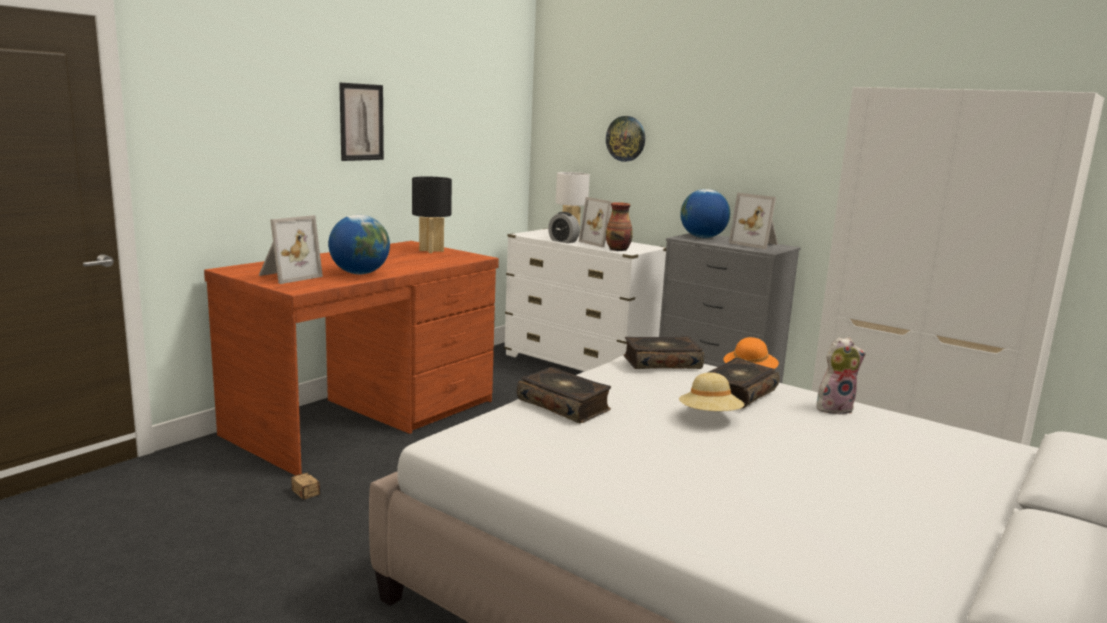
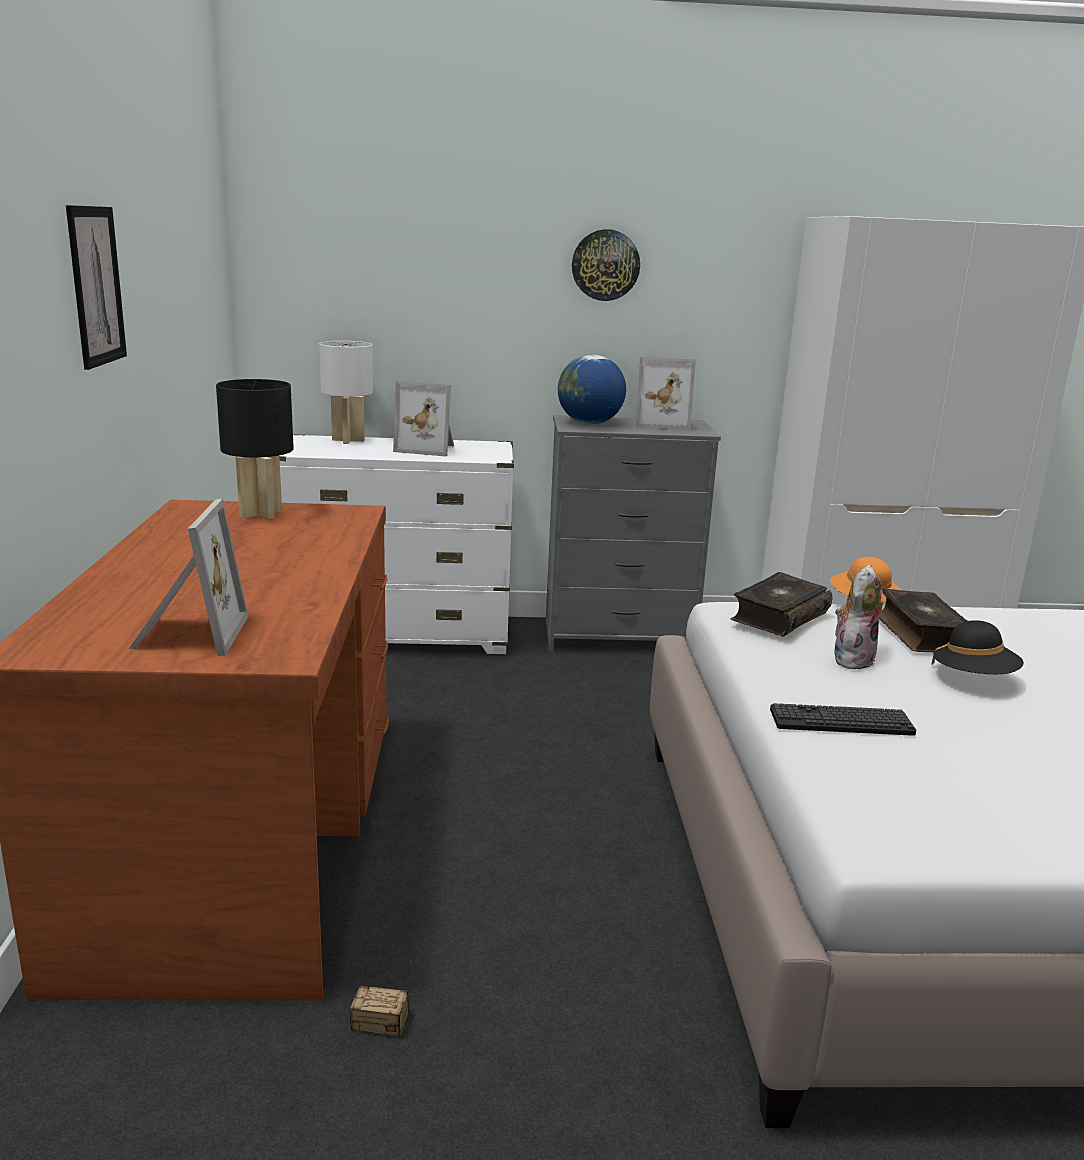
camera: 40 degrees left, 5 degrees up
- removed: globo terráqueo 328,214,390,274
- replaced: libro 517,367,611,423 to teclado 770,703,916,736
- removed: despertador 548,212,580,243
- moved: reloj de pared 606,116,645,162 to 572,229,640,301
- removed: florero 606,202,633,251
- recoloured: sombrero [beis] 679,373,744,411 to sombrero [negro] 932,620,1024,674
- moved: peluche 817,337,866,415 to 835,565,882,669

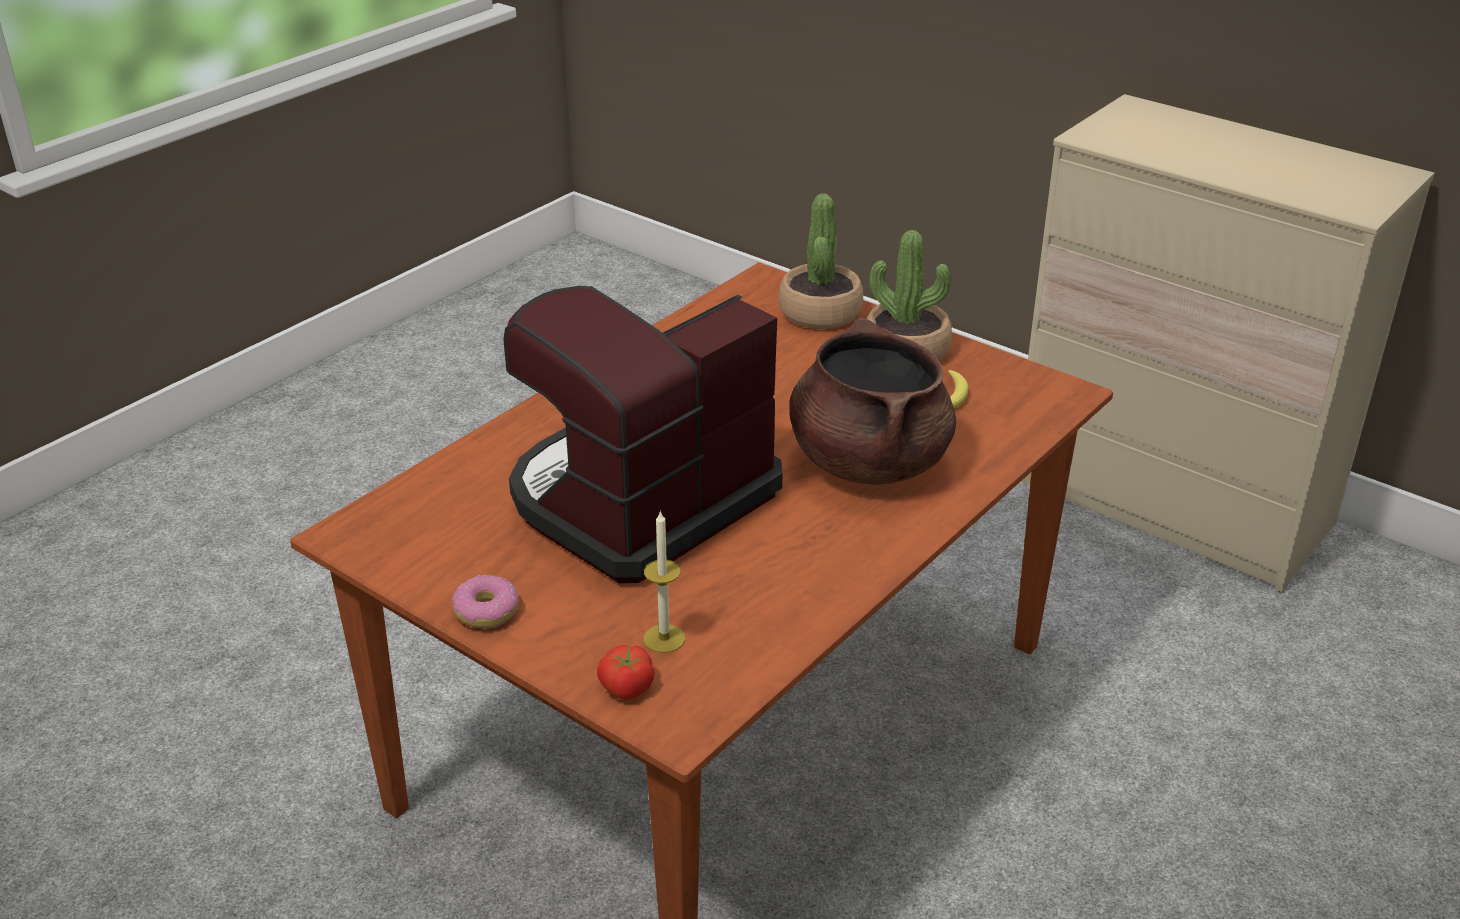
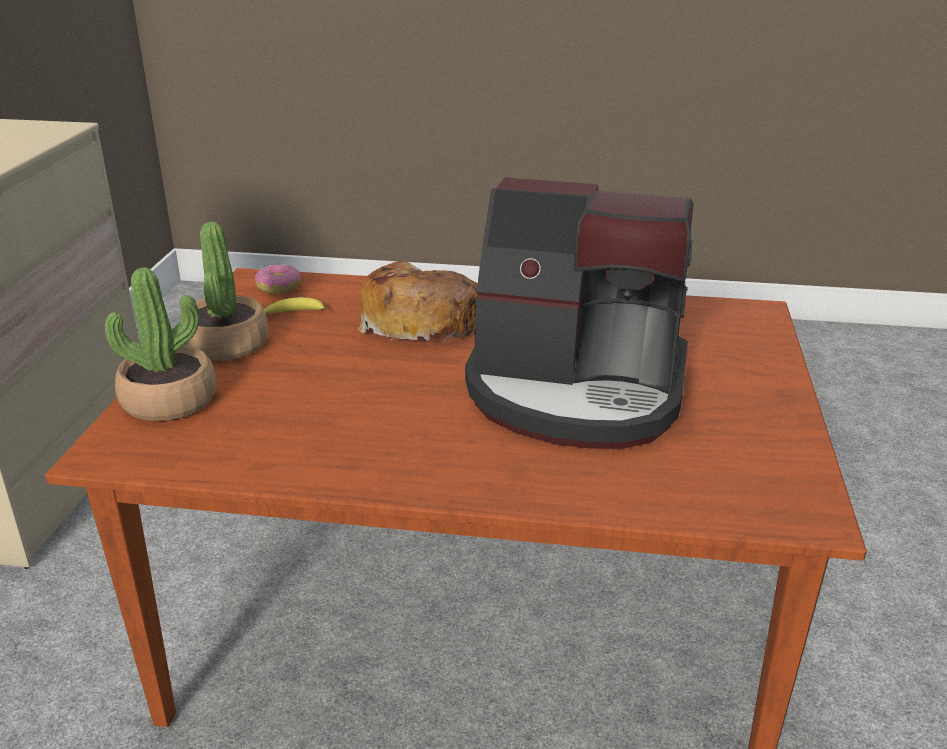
camera: 120 degrees left, 5 degrees down
- moved: rosquilla 452,575,519,629 to 255,264,301,294
- removed: tomate 597,645,655,700
- removed: vela 643,510,685,653
- replaced: olla [marrón] 789,318,956,485 to pan 358,261,479,344

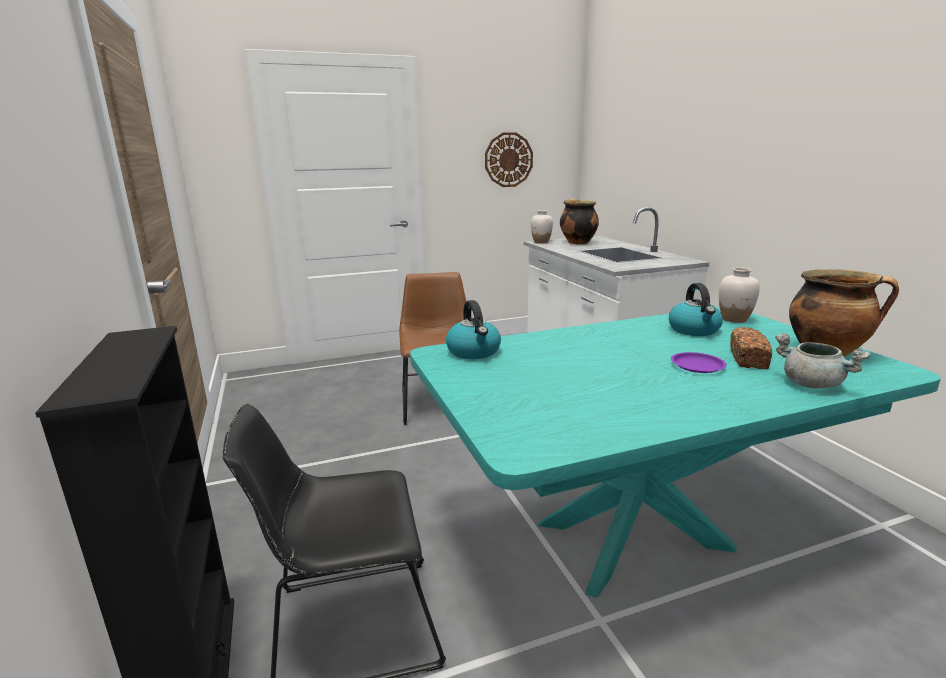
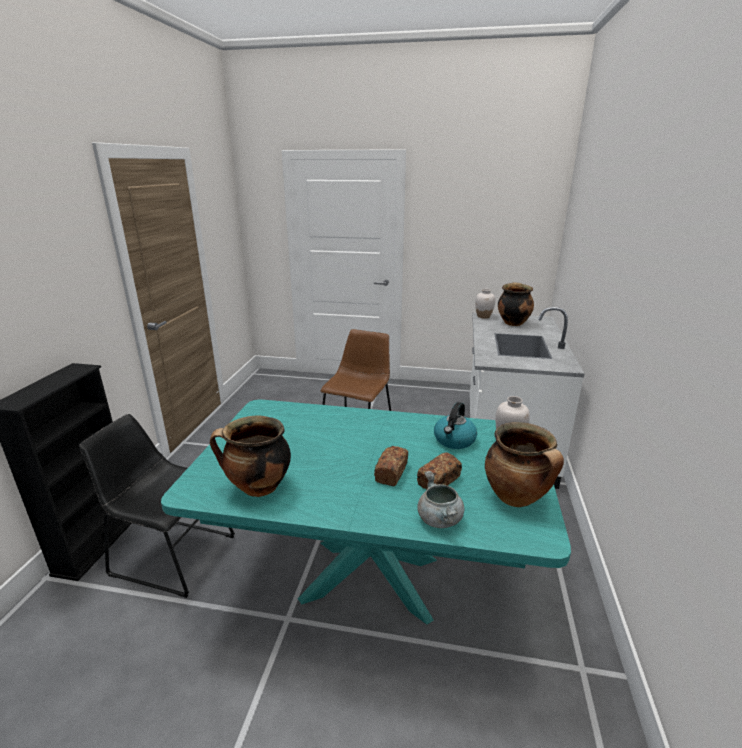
camera: 30 degrees right, 5 degrees up
- removed: hervidor 446,300,501,359
- removed: reloj de pared 485,132,533,187
- replaced: plato [morado] 671,352,727,373 to pan 374,446,408,486
- added: olla 210,415,291,497

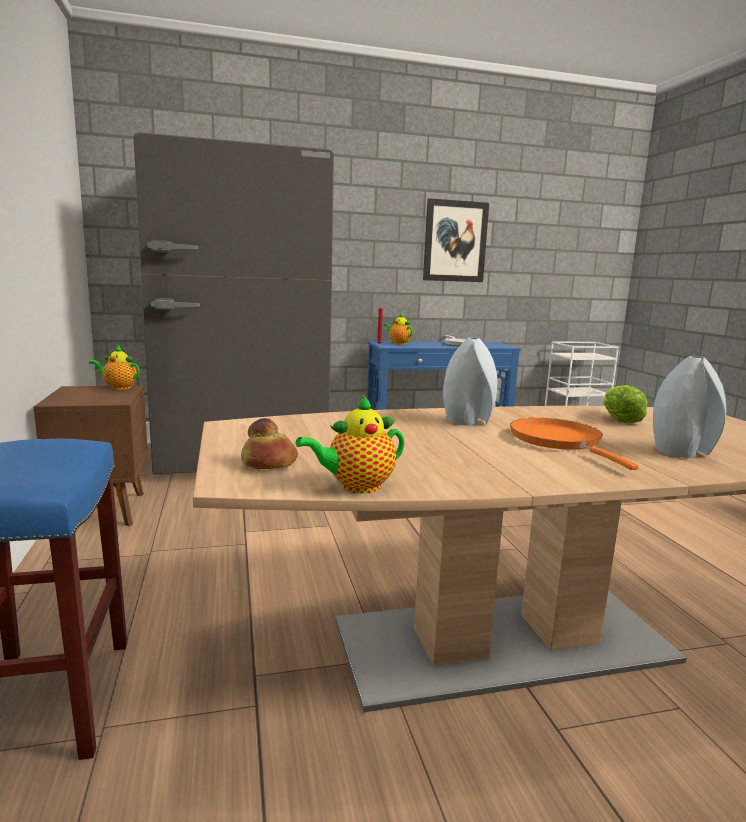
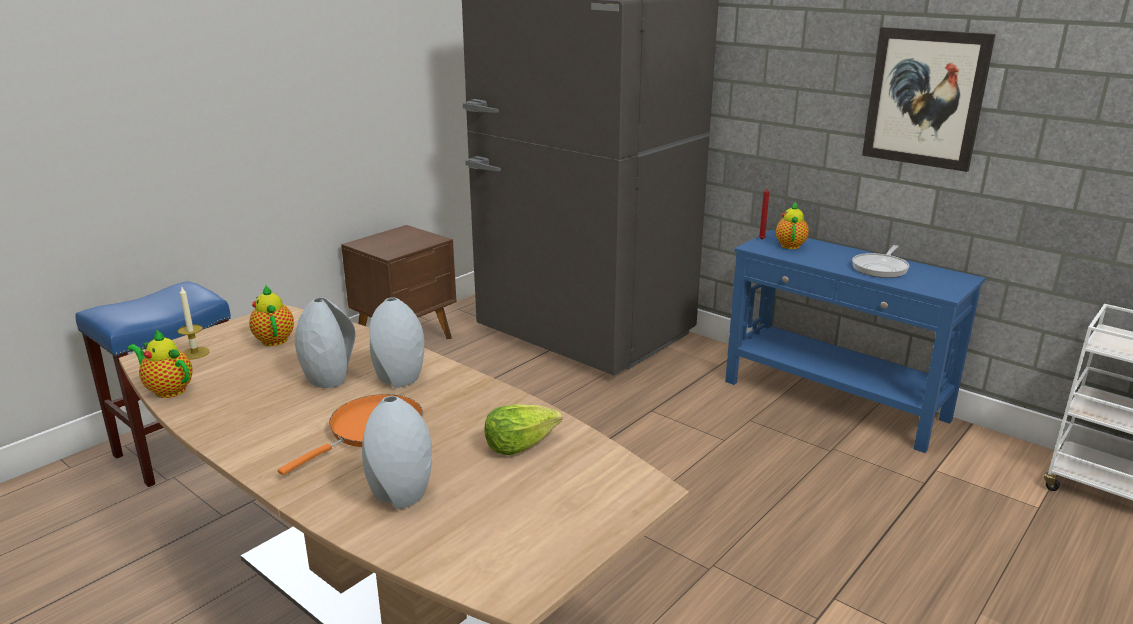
camera: 55 degrees right, 10 degrees up
- moved: tetera 89,345,140,390 to 249,285,294,346
- replaced: pan 241,418,298,469 to vela 178,287,209,360
- added: florero [gris] 295,298,355,388

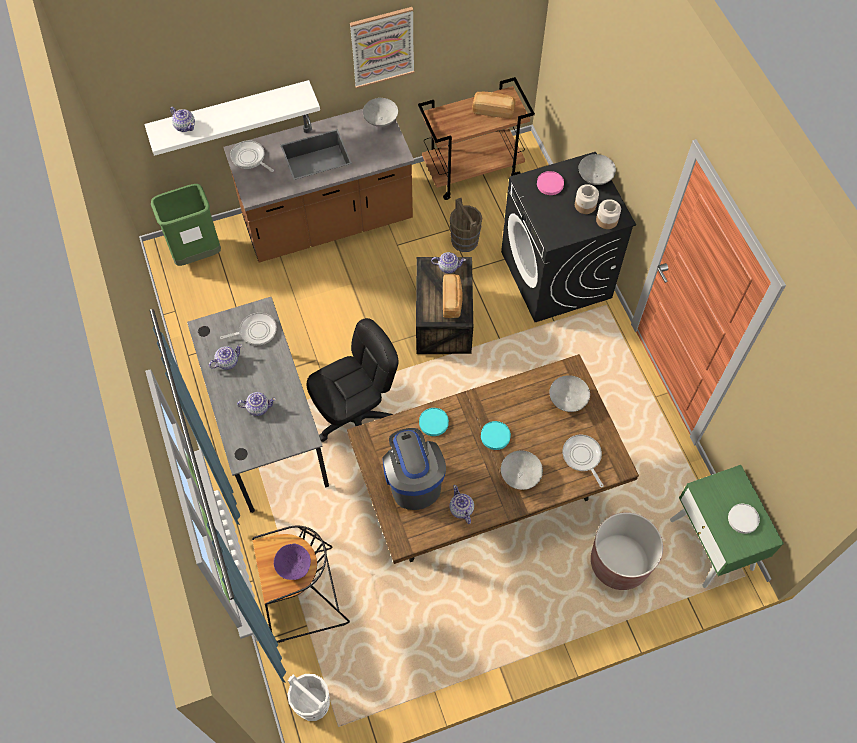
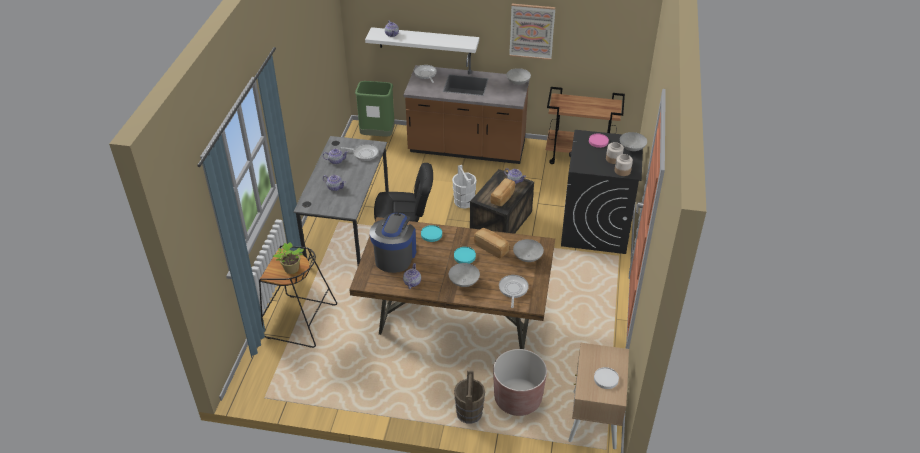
camera: 30 degrees right, 20 degrees down
- replaced: cuenco [morado] 274,544,311,580 to planta en maceta 273,242,304,274
- moved: cubo [blanco] 287,674,330,721 to 452,165,477,209
- moved: cubo [marrón] 450,198,482,252 to 454,371,485,424
- moved: pan 472,92,515,119 to 474,228,509,259
- recoloured: mesita de noche [verde] 670,465,784,588 to mesita de noche [beis] 568,343,629,450

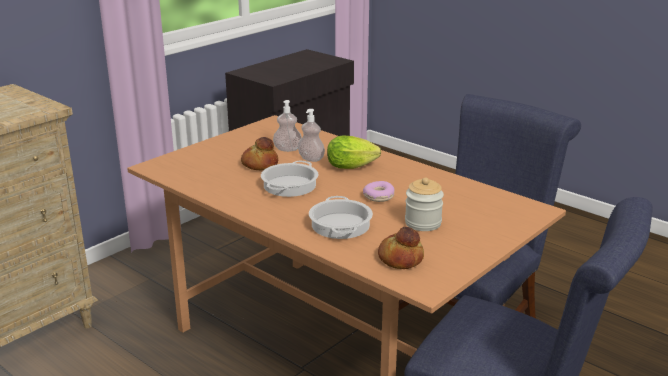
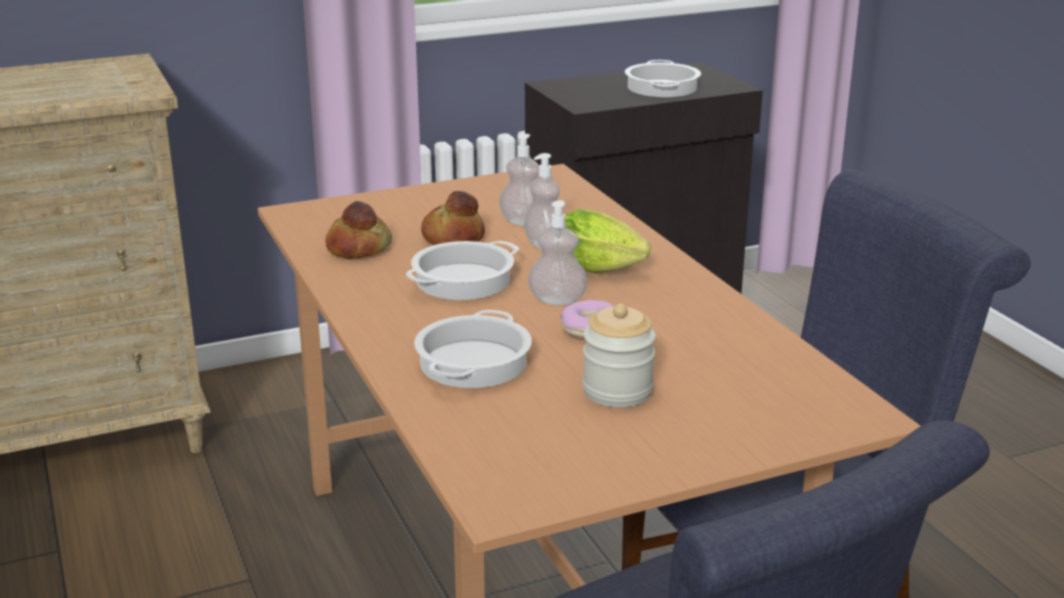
camera: 25 degrees right, 0 degrees up
- moved: pan 378,227,424,269 to 326,201,392,259
- added: dispensador de jabón 528,200,587,305
- added: olla 625,60,701,97

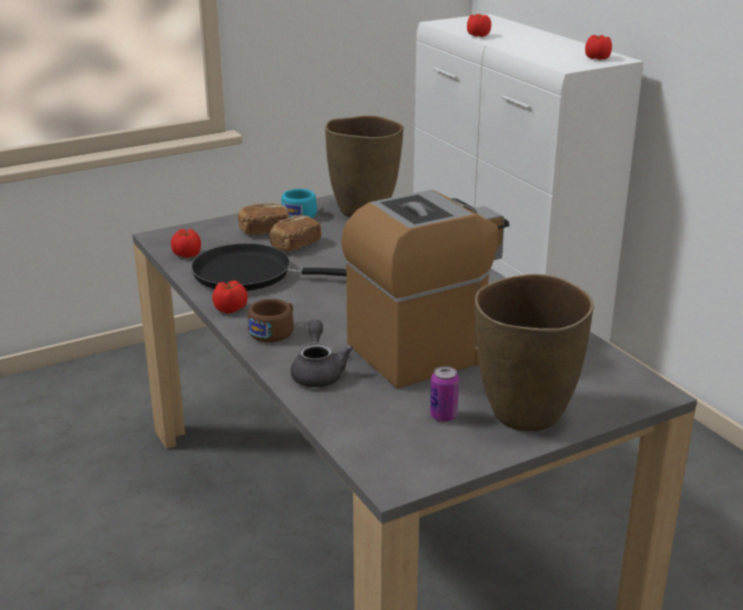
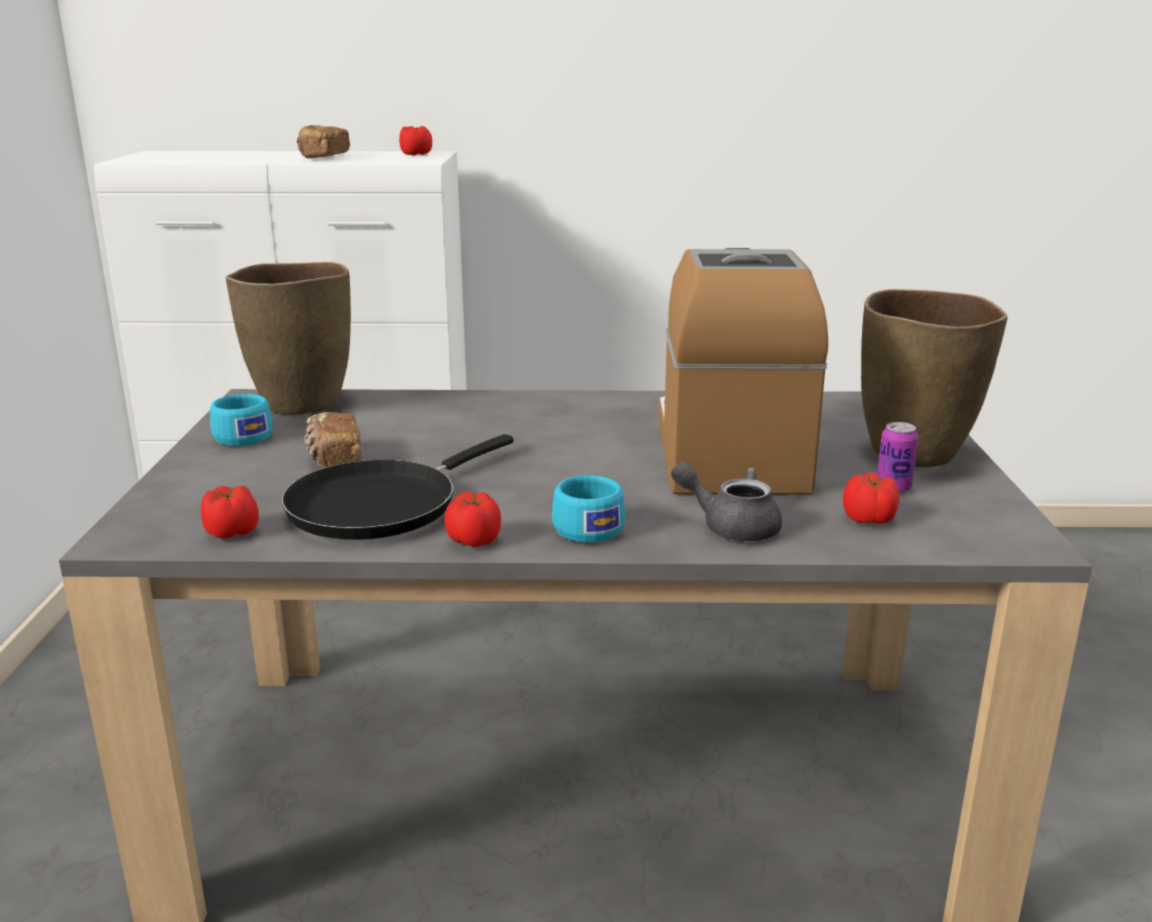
camera: 60 degrees left, 5 degrees down
- moved: pan 238,203,289,234 to 297,125,350,158
- recoloured: taza [marrón] 248,299,294,342 to taza [turquesa] 552,475,625,543
- moved: tomate 467,14,491,37 to 843,473,899,524

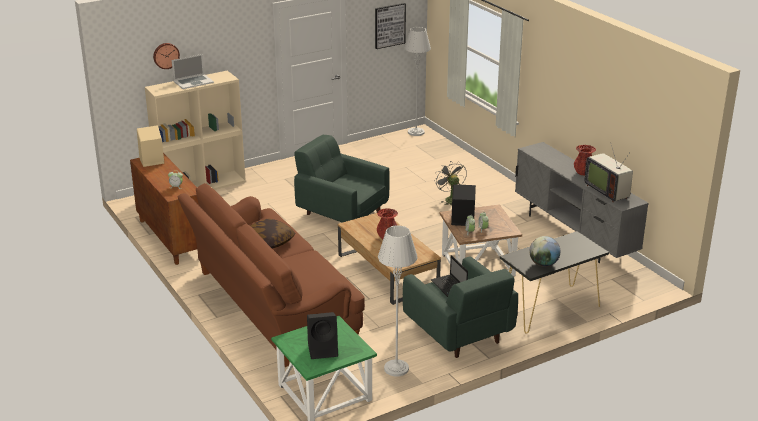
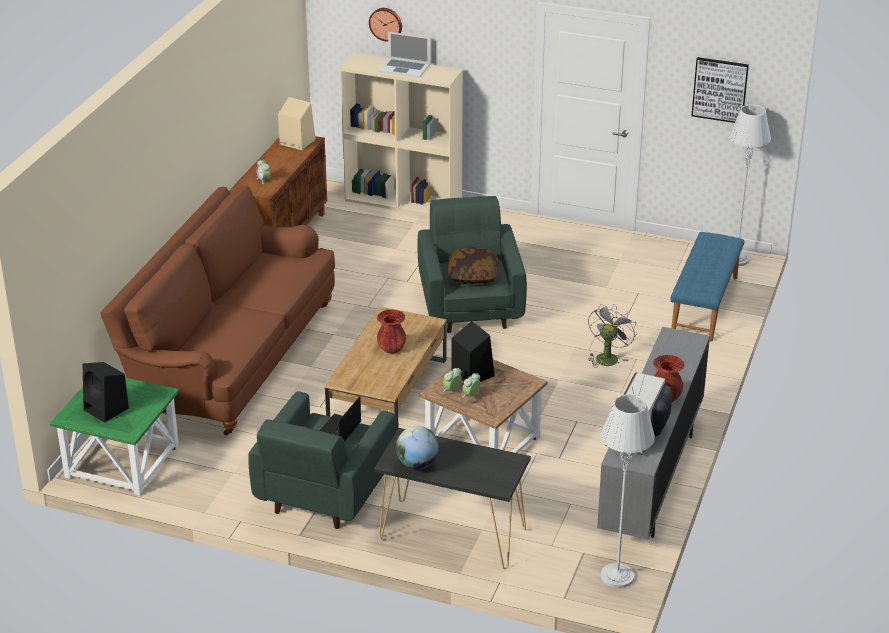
camera: 50 degrees right, 5 degrees up
- moved: cojín 251,219,296,249 to 448,247,499,284
- moved: lámpara de pie [gris] 378,225,418,377 to 601,394,655,588
- added: banco [azul] 670,232,745,342

